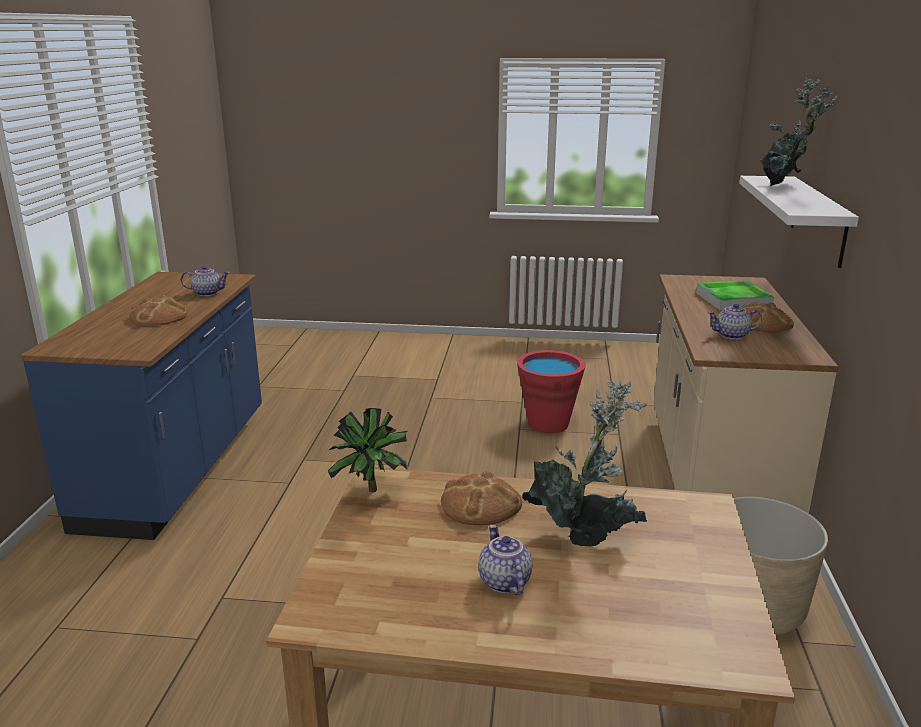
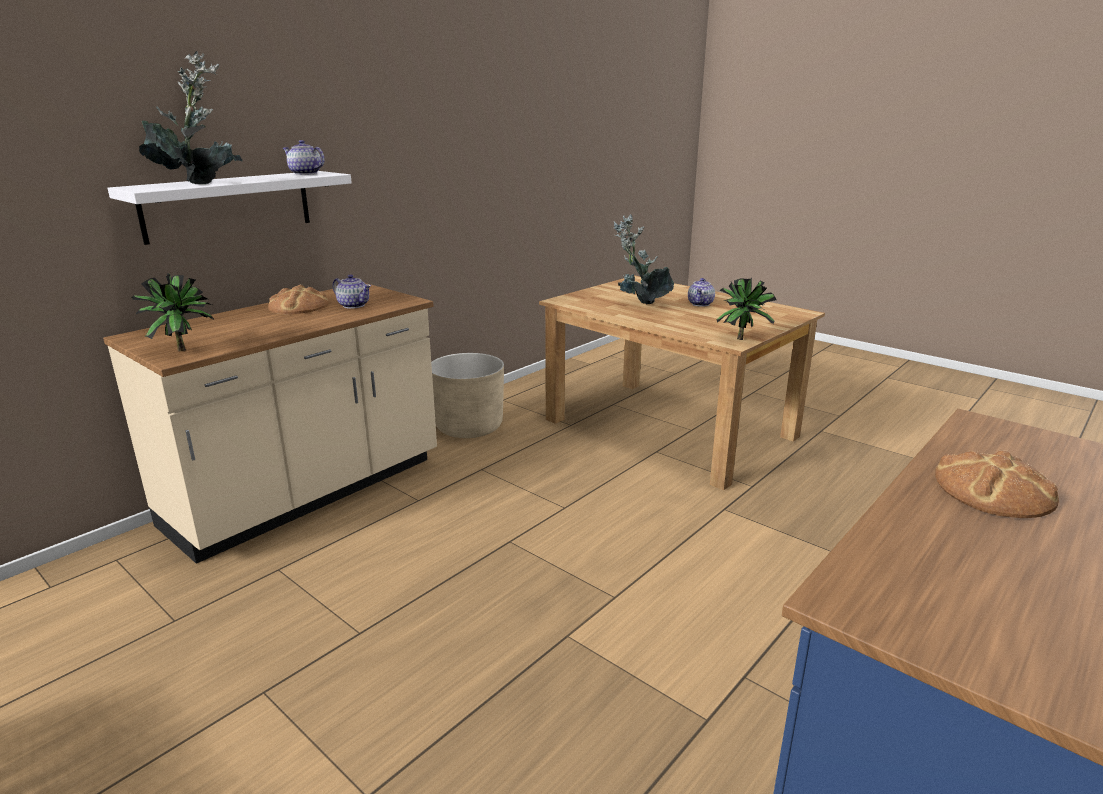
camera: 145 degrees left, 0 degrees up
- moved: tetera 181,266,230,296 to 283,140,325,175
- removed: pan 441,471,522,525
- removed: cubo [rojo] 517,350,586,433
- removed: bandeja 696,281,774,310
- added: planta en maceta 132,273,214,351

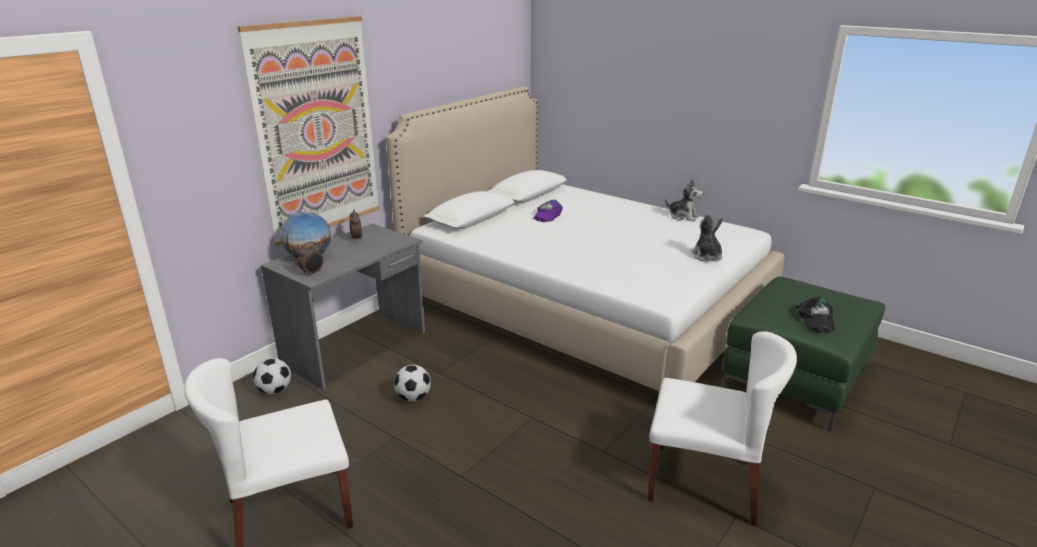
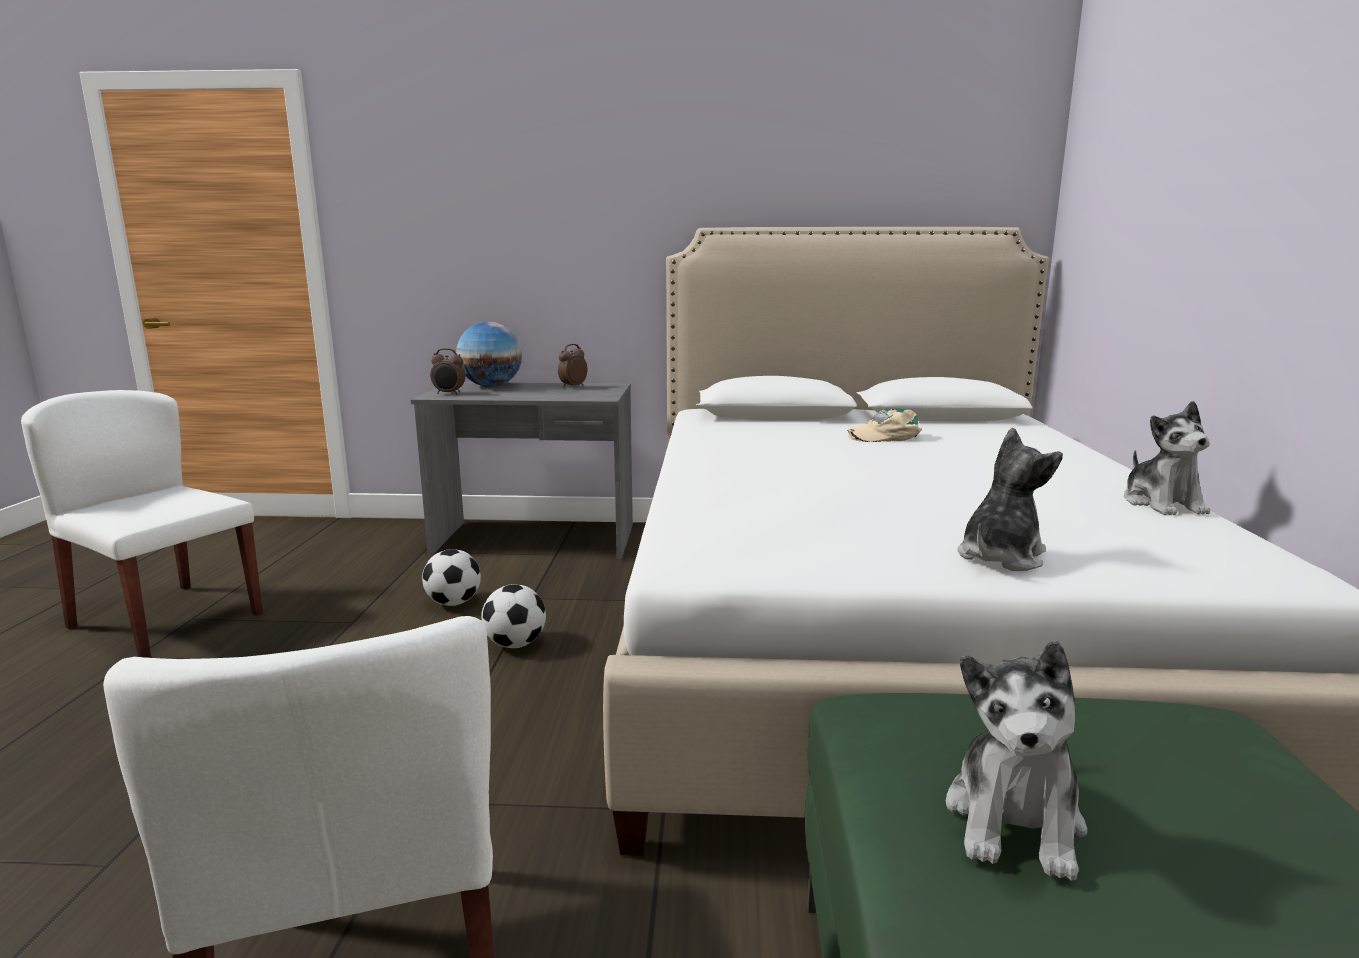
camera: 55 degrees right, 10 degrees down
- removed: cuadro 237,16,380,246
- moved: balón de fútbol 253,358,291,395 to 481,584,546,648
- recoloured: gorra [morado] 533,199,563,222 to gorra [beis] 847,409,922,442
- replaced: gorra [negro] 796,297,835,333 to peluche 946,641,1087,881

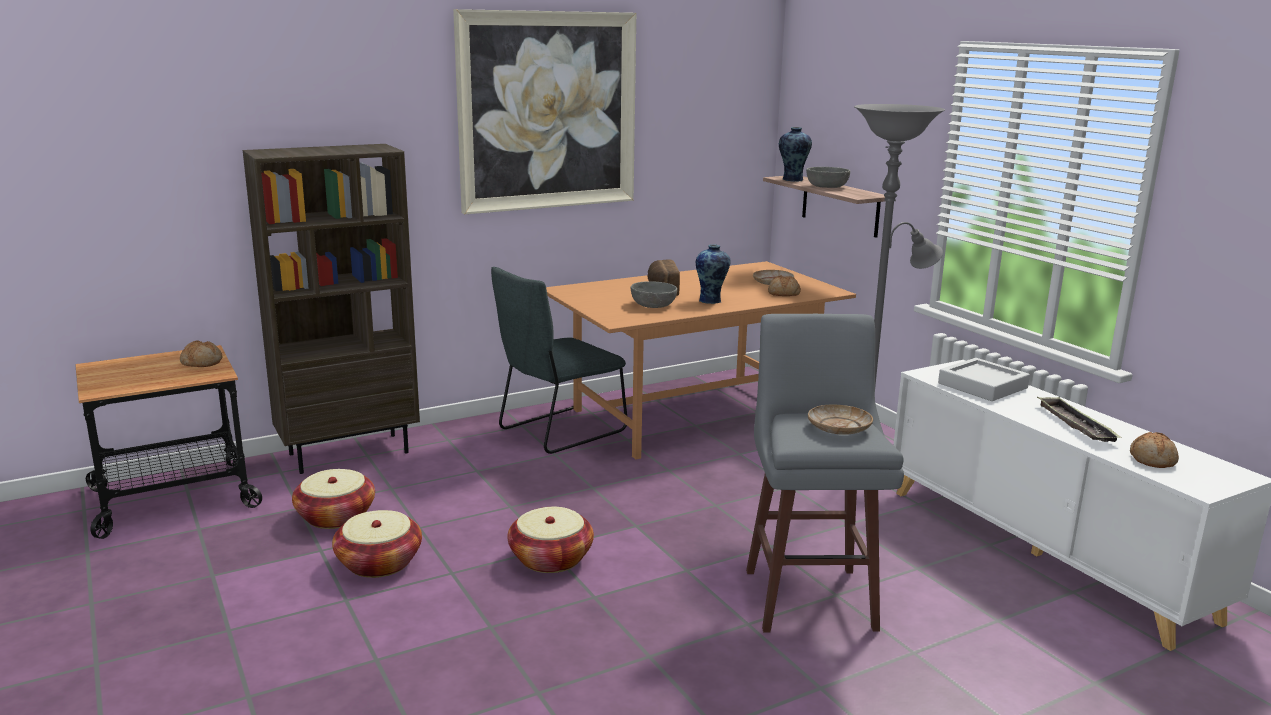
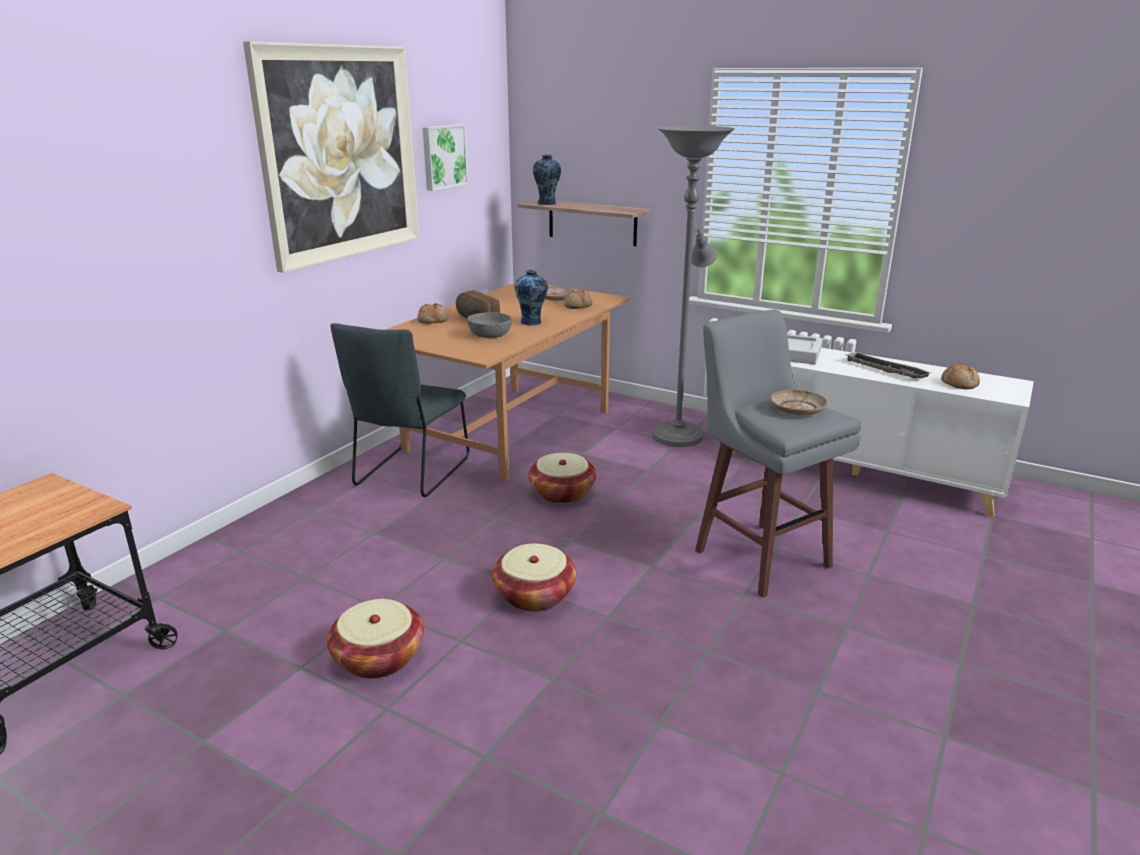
camera: 30 degrees left, 5 degrees up
- moved: pan 180,340,222,367 to 417,303,448,324
- removed: estantería [marrón] 243,144,420,474
- moved: cesta 292,469,375,529 to 529,453,596,503
- removed: cuenco [gris] 806,167,850,188
- added: cuadro 423,124,469,191

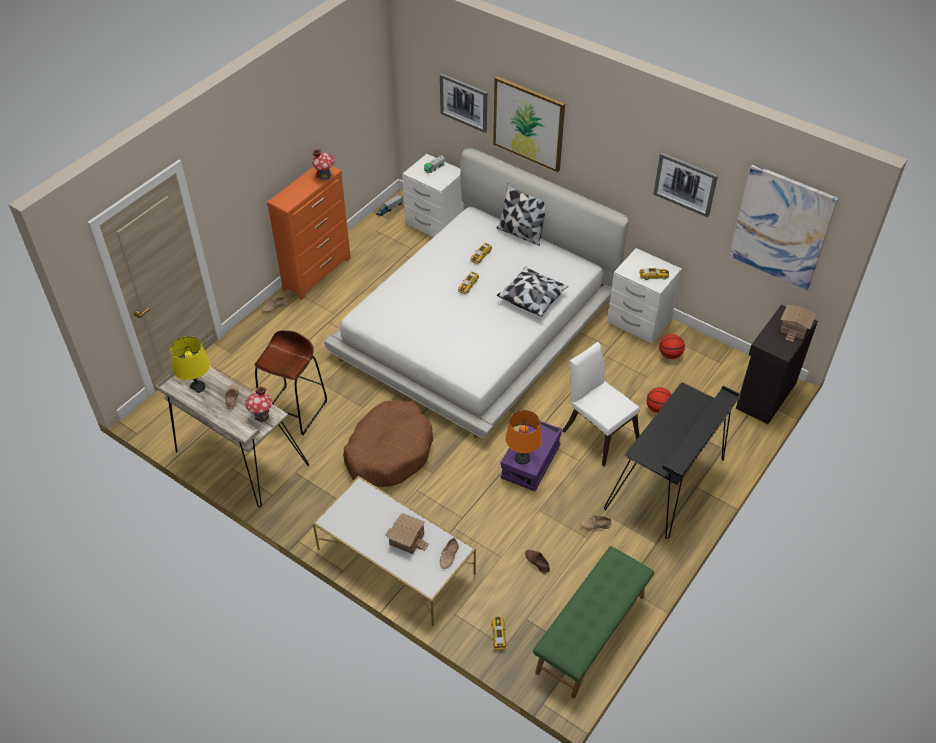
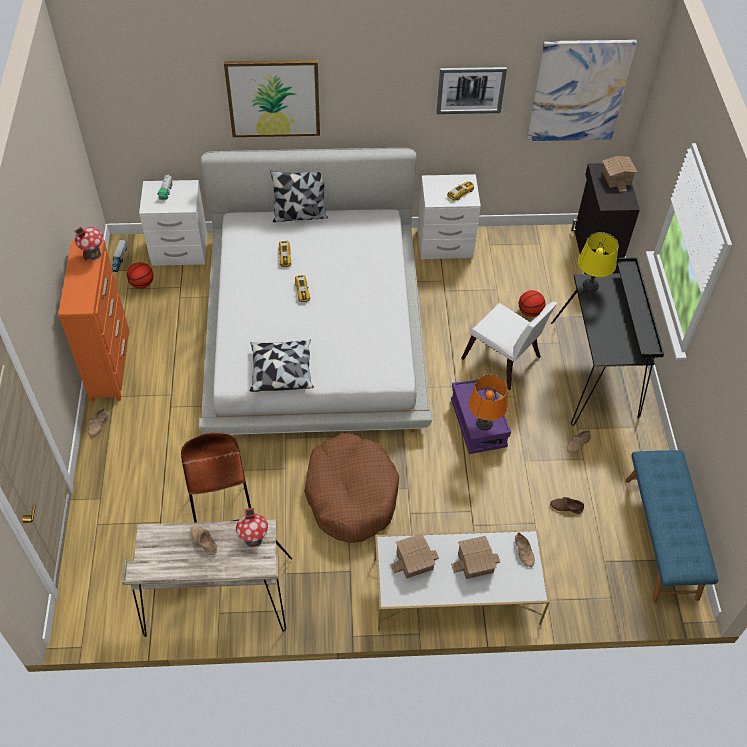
camera: 40 degrees left, 5 degrees up
- moved: lámpara de mesa [amarillo] 170,336,210,393 to 578,232,619,291
- removed: cuadro 440,73,487,133
- removed: coche de juguete 491,617,506,650
- moved: cojín 497,266,569,317 to 250,340,314,392
- recoloured: banco [verde] 533,546,654,698 to banco [azul] 625,450,718,603
- turned: silla [blanco] 562,342,640,467 = 461,302,557,390 150 degrees counterclockwise
- moved: balón de baloncesto 659,334,685,359 to 127,262,154,289
- added: casita 391,534,439,579

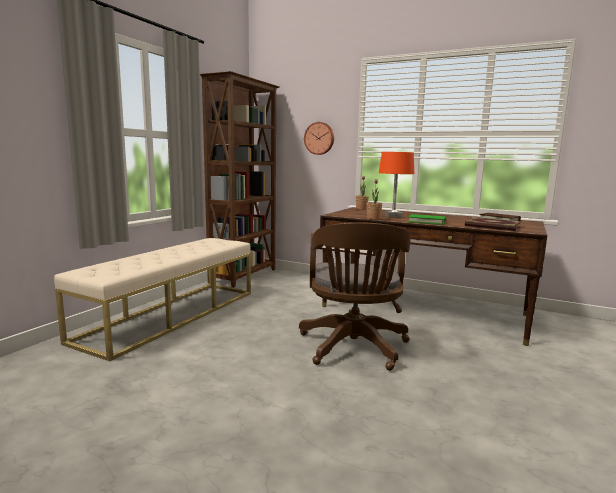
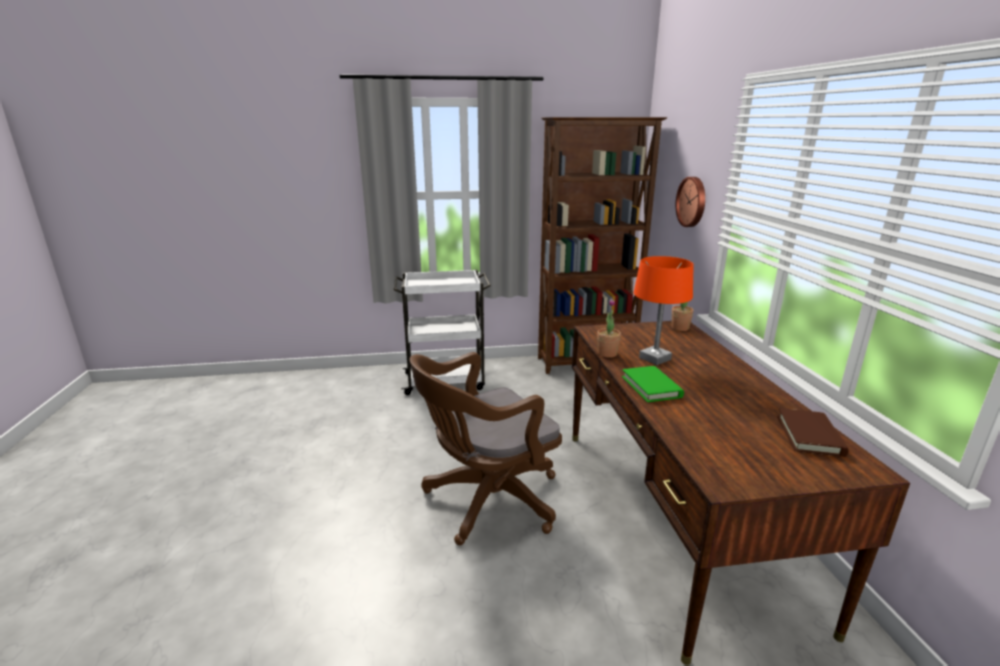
camera: 55 degrees right, 10 degrees up
- replaced: banco [beis] 54,238,251,361 to carrito [blanco] 394,270,491,395
- removed: libro 465,217,521,231

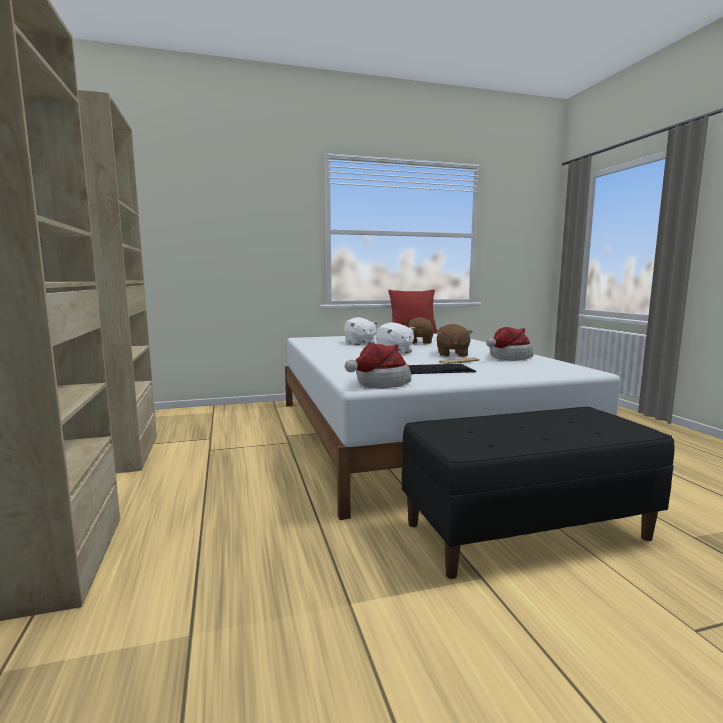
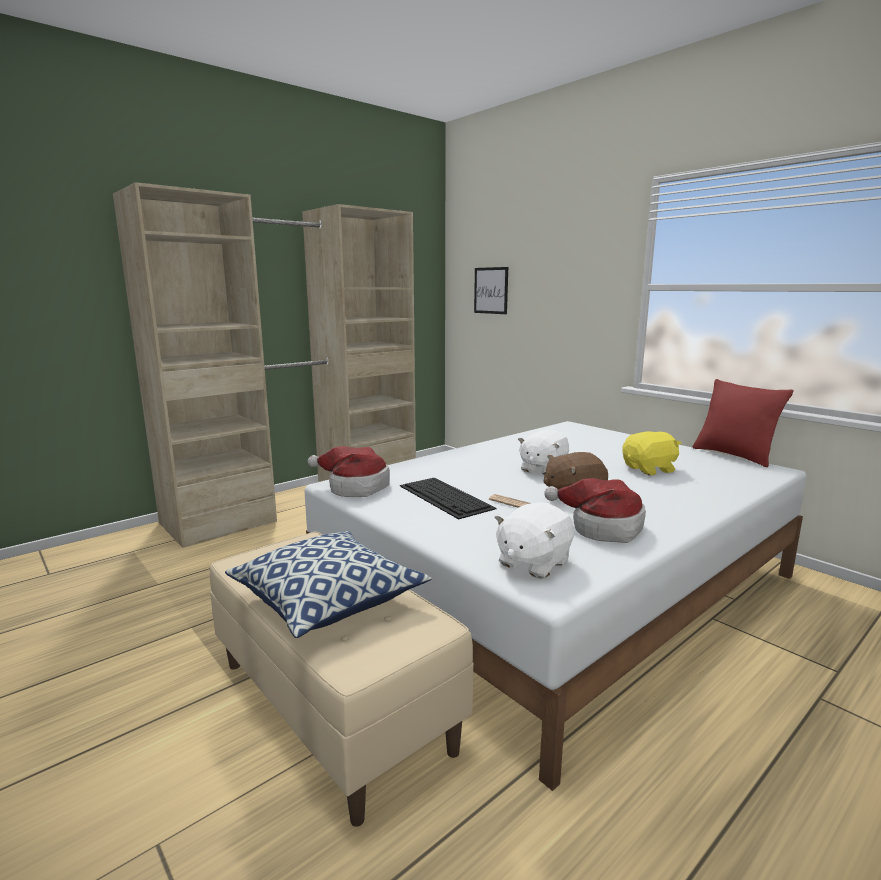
camera: 65 degrees right, 5 degrees up
- moved: peluche [blanco] 344,317,378,345 to 494,502,574,579
- recoloured: banco [negro] 402,407,675,579 to banco [beis] 210,531,474,827
- recoloured: peluche [marrón] 405,317,434,344 to peluche [amarillo] 622,431,681,475
- added: cojín 225,531,432,638
- added: cuadro 474,267,508,314

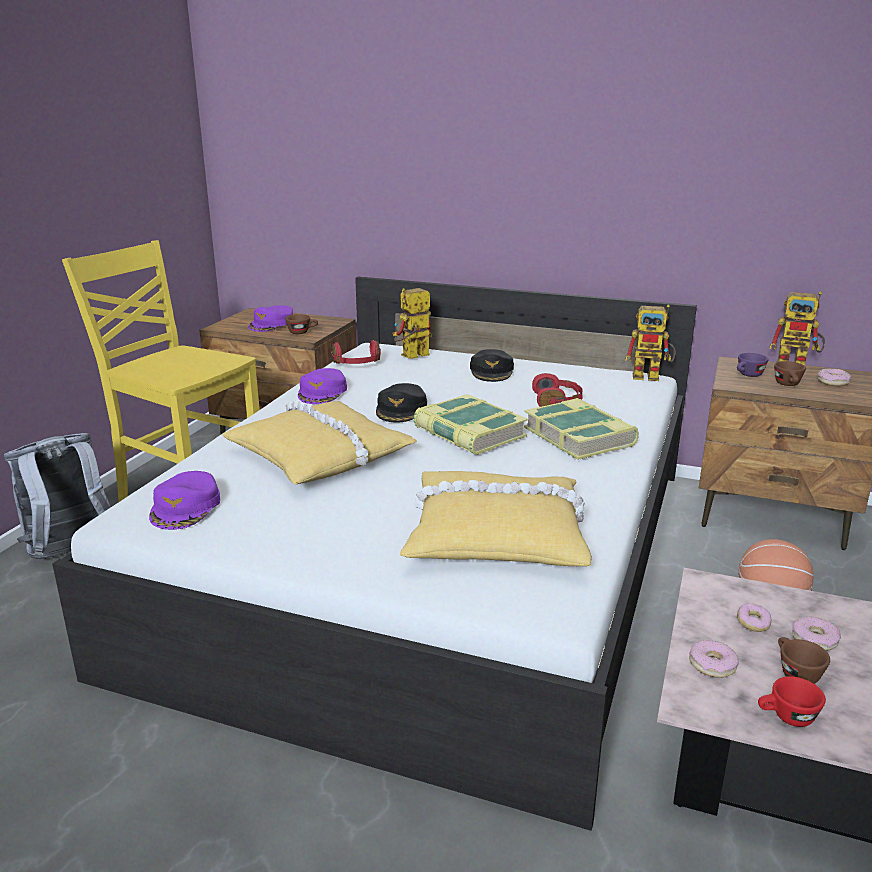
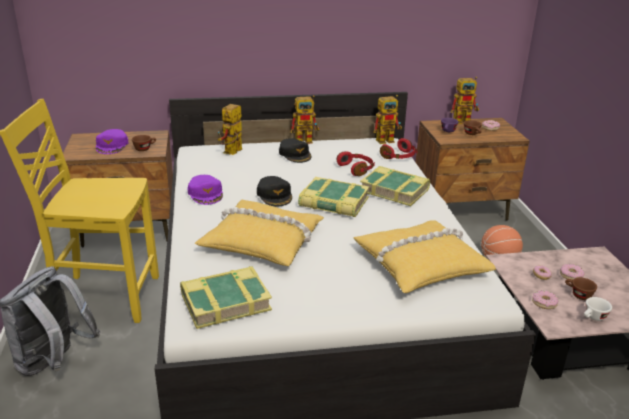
camera: 30 degrees left, 5 degrees up
- replaced: gorra [morado] 149,471,220,530 to libro 180,266,272,329
- moved: auriculares [rojo] 331,340,381,364 to 380,138,417,159
- recoloured: taza [rojo] 758,676,826,727 to taza [blanco] 584,297,612,321
- added: robot de juguete 290,95,320,144

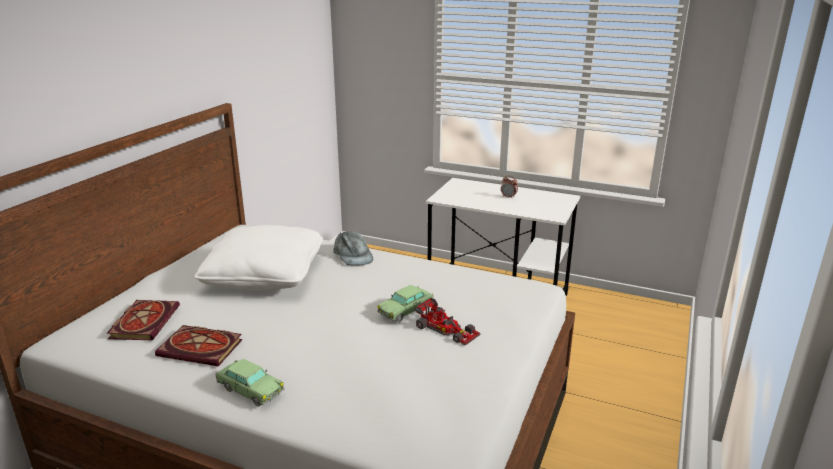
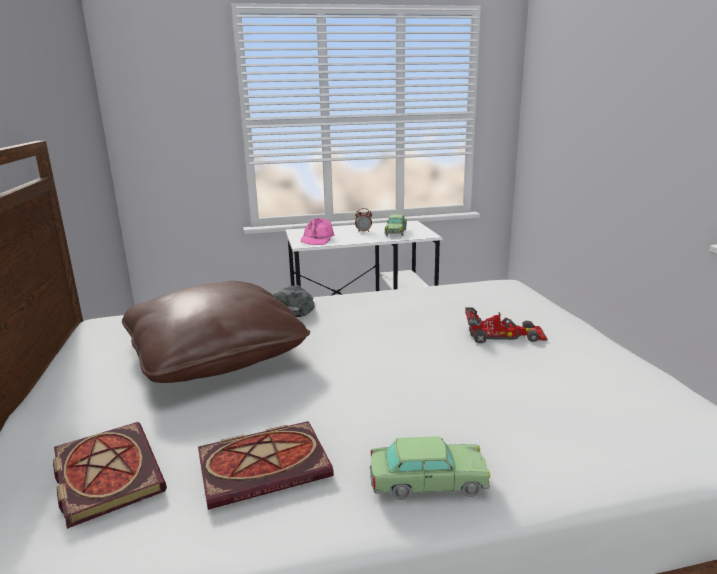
camera: 35 degrees left, 5 degrees down
- recoloured: cojín [blanco] 195,225,323,290 to cojín [marrón] 122,281,310,383
- turned: gorra [gris] 333,231,373,266 = 272,285,314,317 120 degrees counterclockwise
- moved: coche de juguete 377,285,433,323 to 384,215,407,236
- added: gorra [rosa] 301,218,334,245

